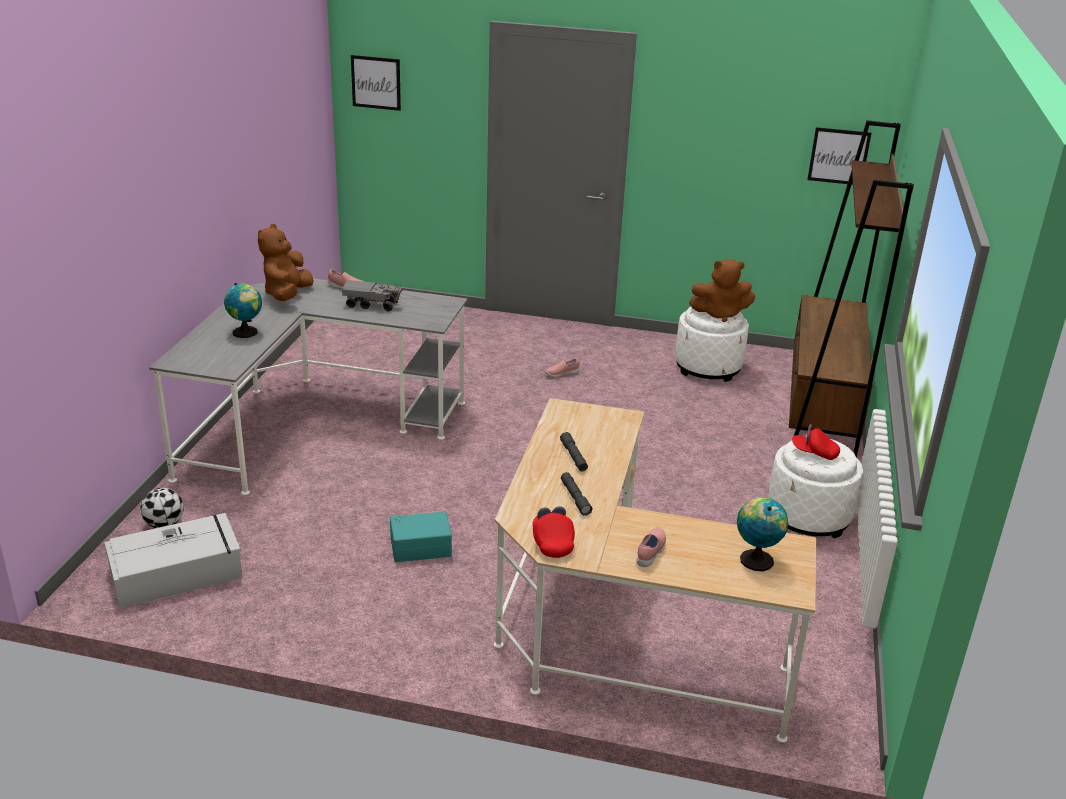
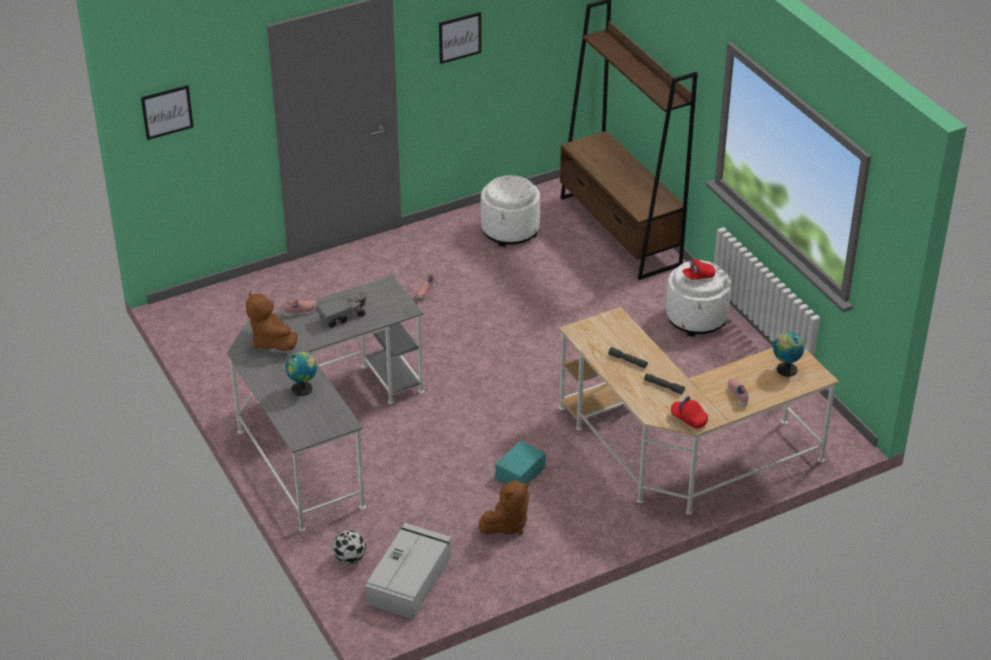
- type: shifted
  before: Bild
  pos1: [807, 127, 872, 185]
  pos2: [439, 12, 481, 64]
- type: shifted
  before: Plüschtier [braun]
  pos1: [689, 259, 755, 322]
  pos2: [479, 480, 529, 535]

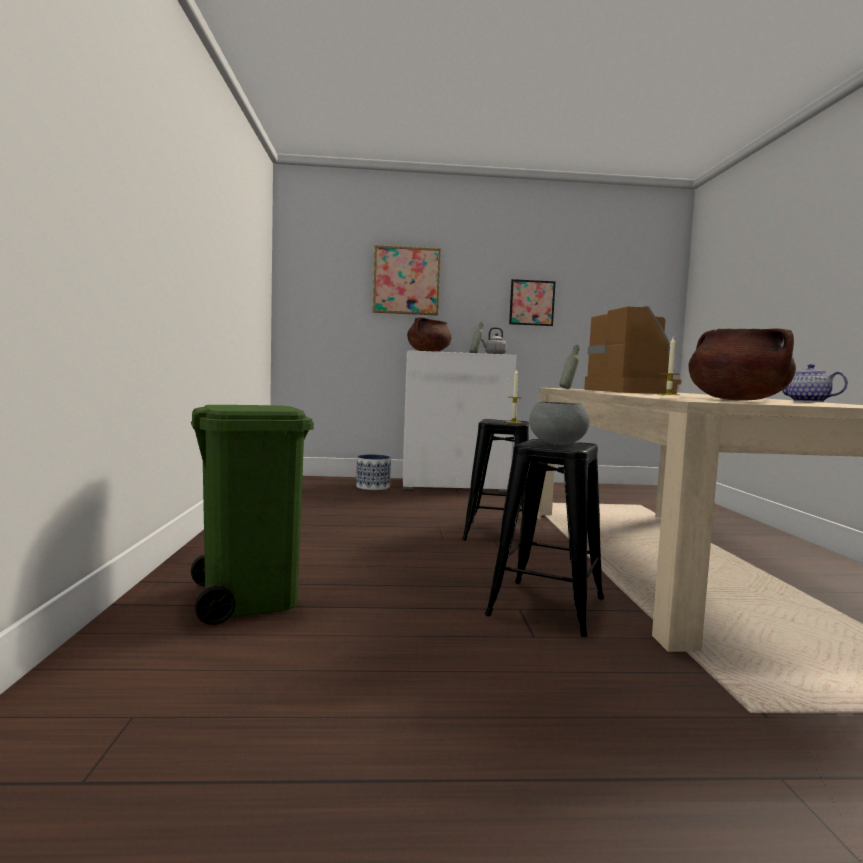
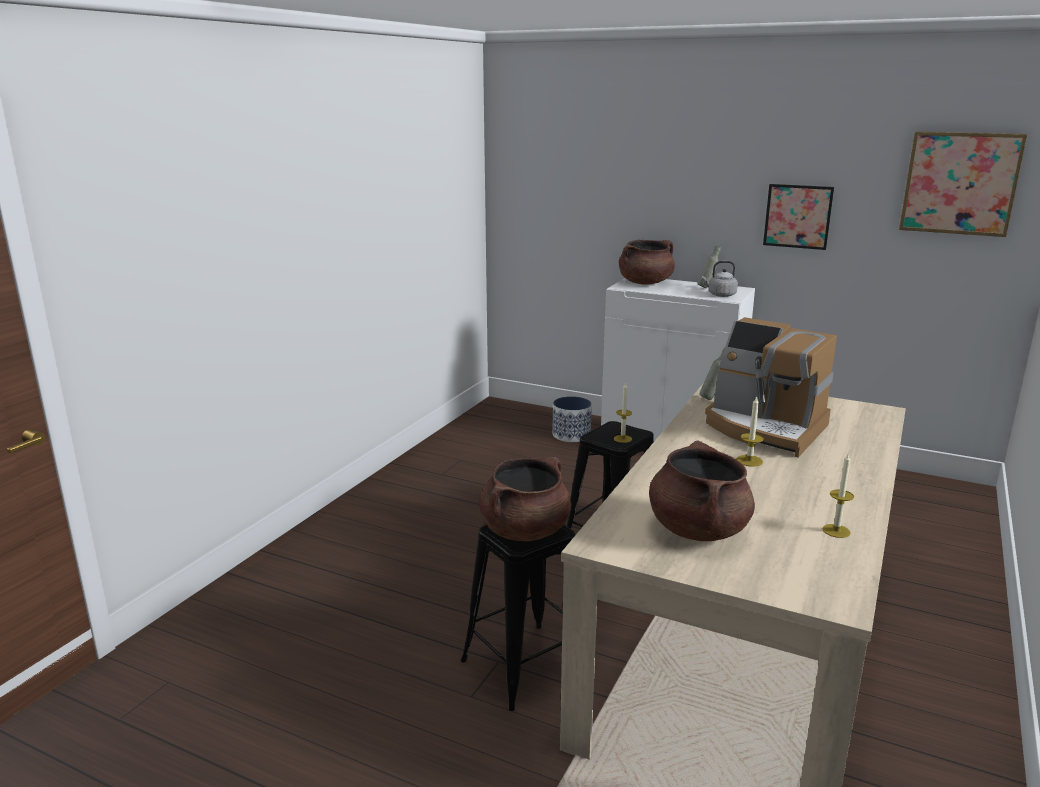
- type: shifted
  before: Bild
  pos1: [373, 245, 441, 315]
  pos2: [899, 131, 1027, 237]
- type: rotated
  before: Kaffeemaschine
  pos1: [584, 306, 682, 394]
  pos2: [705, 317, 837, 458]
  turn: 105
- type: swapped
  before: Teekanne
  after: Kerze
  pos1: [782, 364, 848, 402]
  pos2: [822, 453, 854, 538]
- type: swapped
  before: Schüssel [grau]
  after: Kochtopf [braun]
  pos1: [529, 401, 590, 445]
  pos2: [479, 457, 571, 541]
- type: gone
  before: Mülleimer [grün]
  pos1: [191, 405, 314, 625]

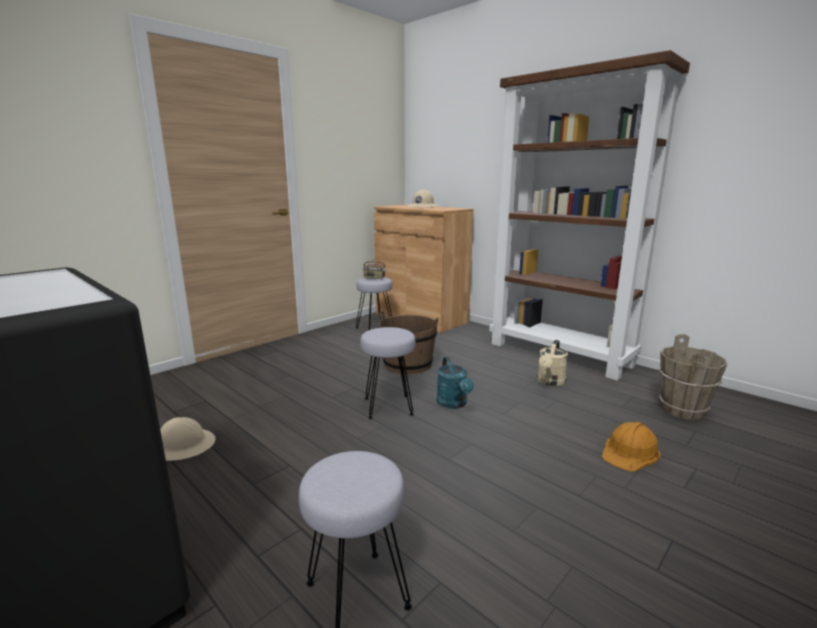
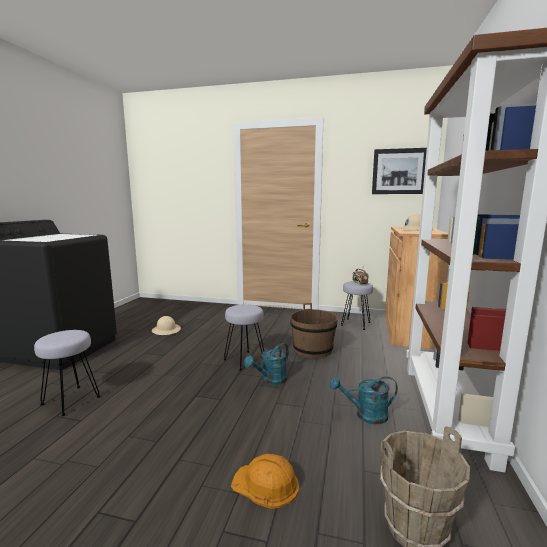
- type: repainted
  before: Gießkanne [beige]
  after: Gießkanne [türkis]
  pos1: [537, 340, 568, 386]
  pos2: [330, 376, 398, 424]
- type: new
  after: Bild
  pos2: [372, 148, 427, 194]

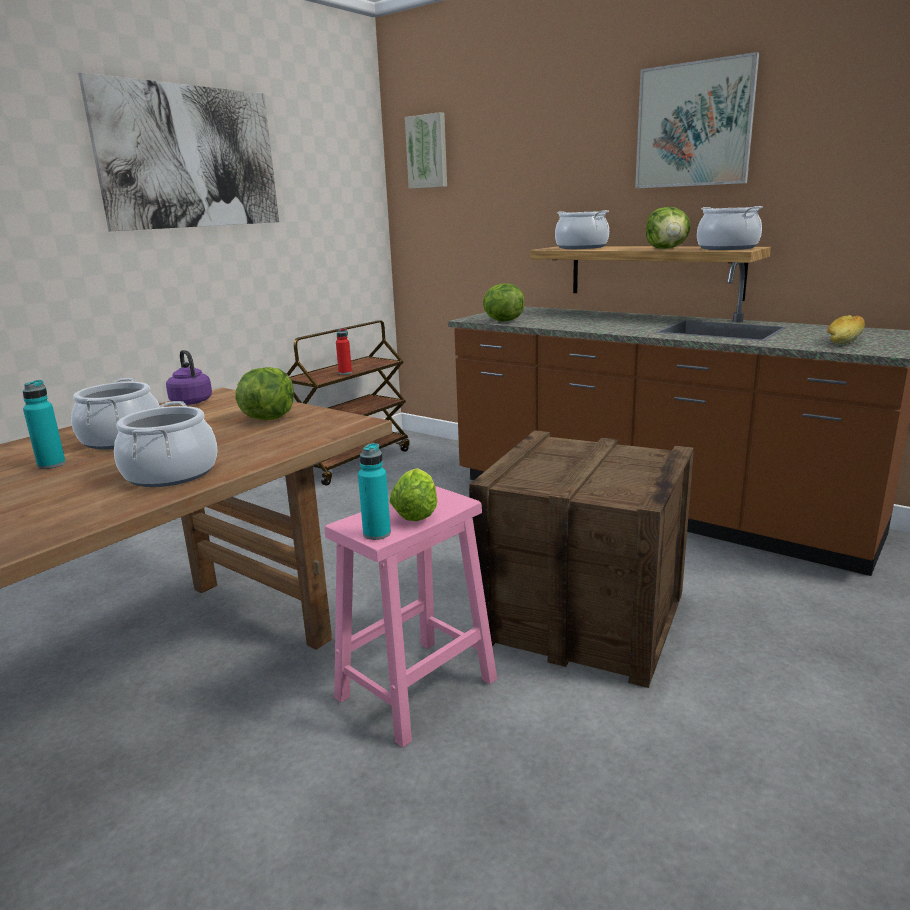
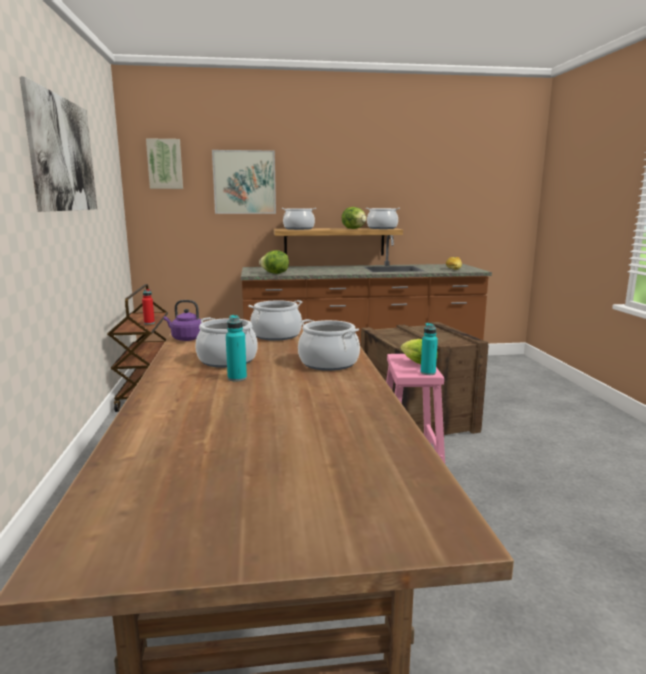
- type: shifted
  before: Bild
  pos1: [635, 52, 759, 188]
  pos2: [212, 150, 276, 214]
- type: swapped
  before: Salatkopf
  after: Kochtopf
  pos1: [235, 367, 294, 420]
  pos2: [248, 300, 303, 341]

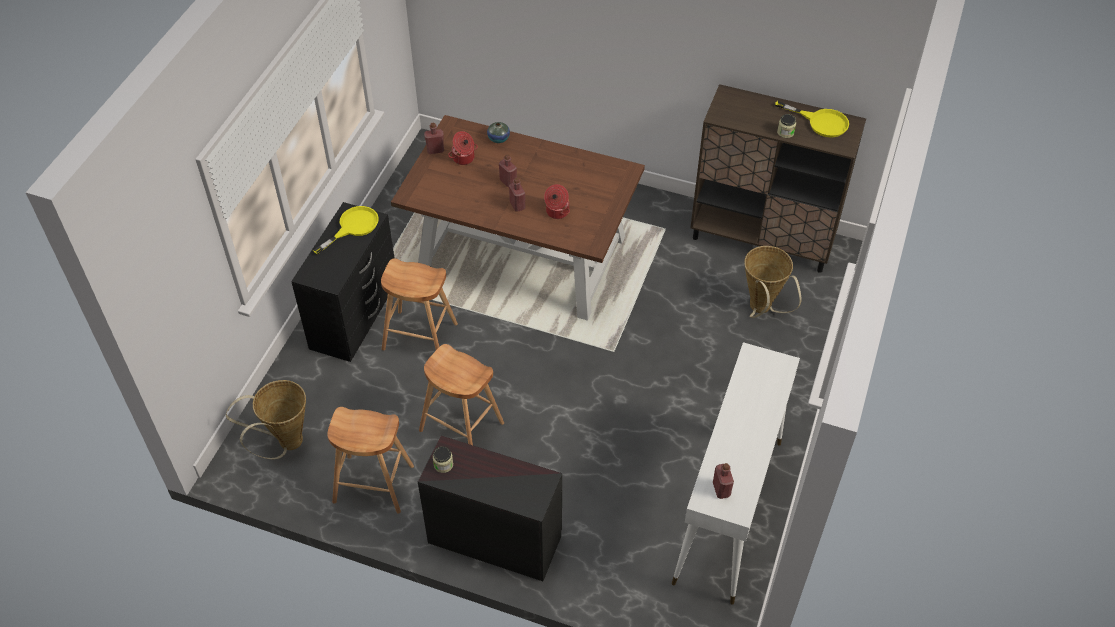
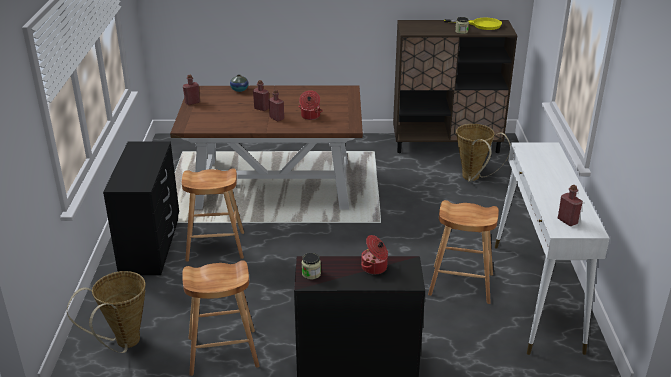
- type: shifted
  before: Kochtopf
  pos1: [448, 131, 478, 165]
  pos2: [361, 235, 388, 274]
- type: gone
  before: Pfanne [gelb]
  pos1: [313, 206, 379, 254]
- type: shifted
  before: Hocker [braun]
  pos1: [419, 344, 504, 445]
  pos2: [428, 200, 499, 304]

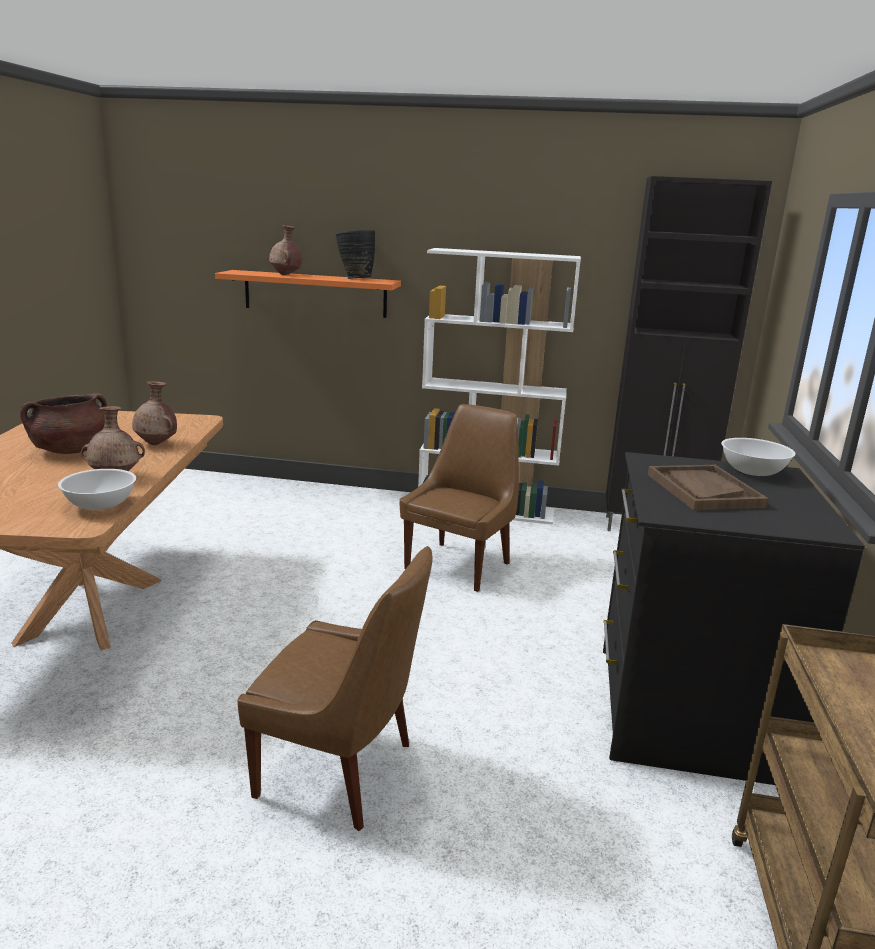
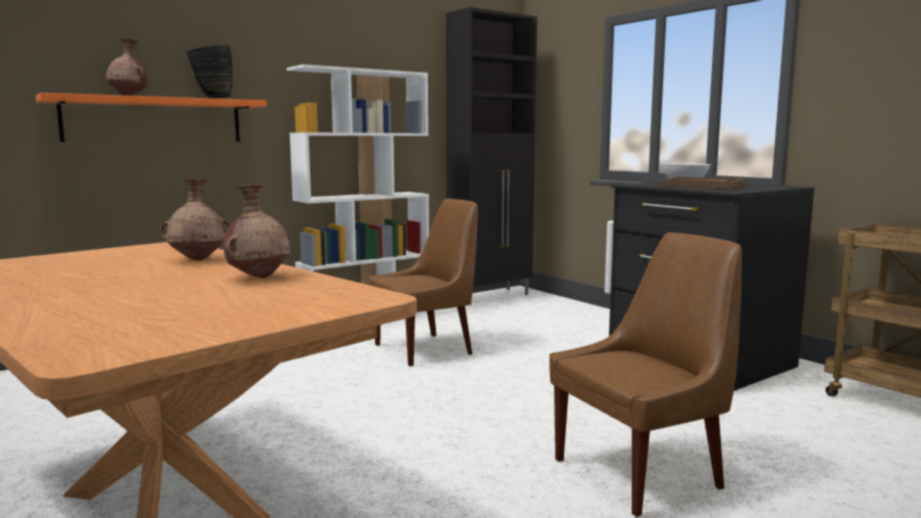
- type: gone
  before: Kochtopf [braun]
  pos1: [20, 393, 107, 454]
- type: rotated
  before: Stuhl [braun]
  pos1: [400, 404, 519, 592]
  pos2: [369, 199, 478, 366]
  turn: 75
- type: gone
  before: Schüssel [weiß]
  pos1: [58, 469, 136, 510]

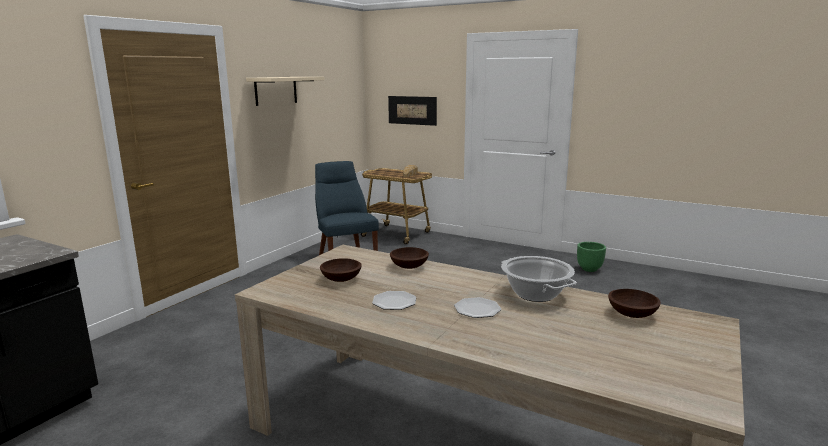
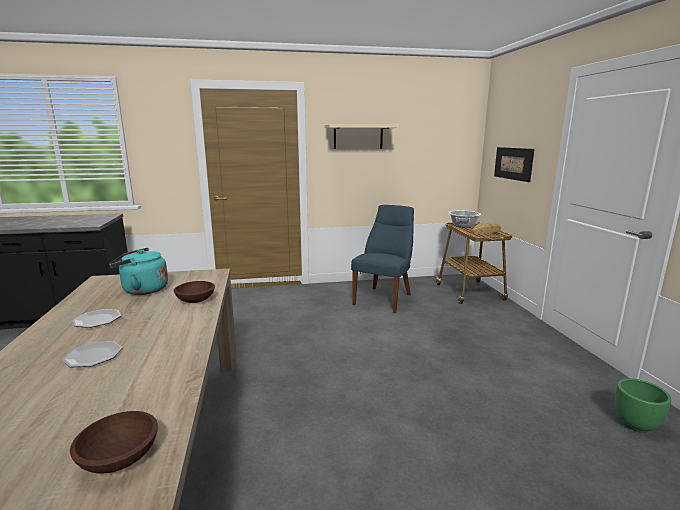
- type: shifted
  before: Kochtopf
  pos1: [501, 256, 577, 302]
  pos2: [448, 211, 481, 228]
- type: swapped
  before: Schüssel [braun]
  after: Wasserkessel [türkis]
  pos1: [320, 258, 362, 282]
  pos2: [109, 248, 168, 295]

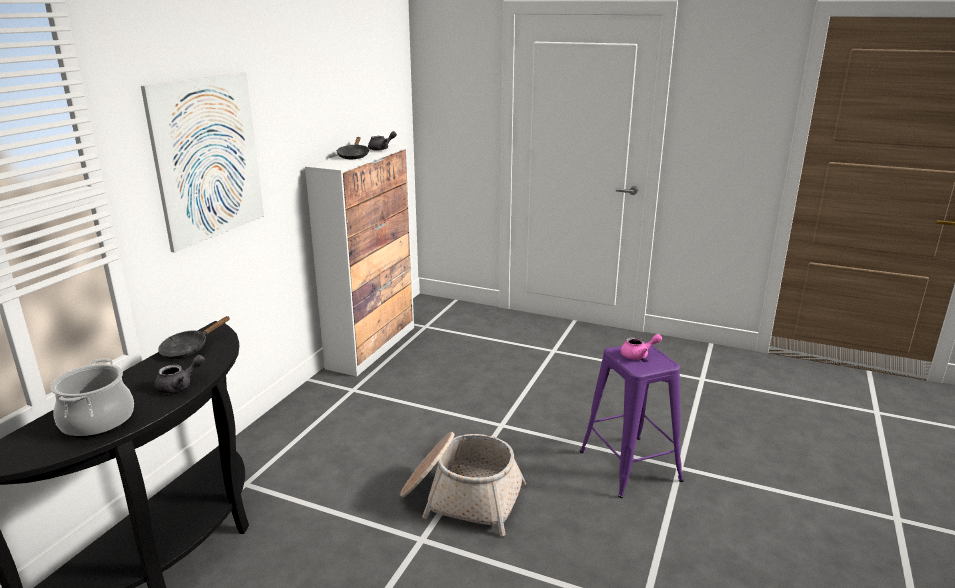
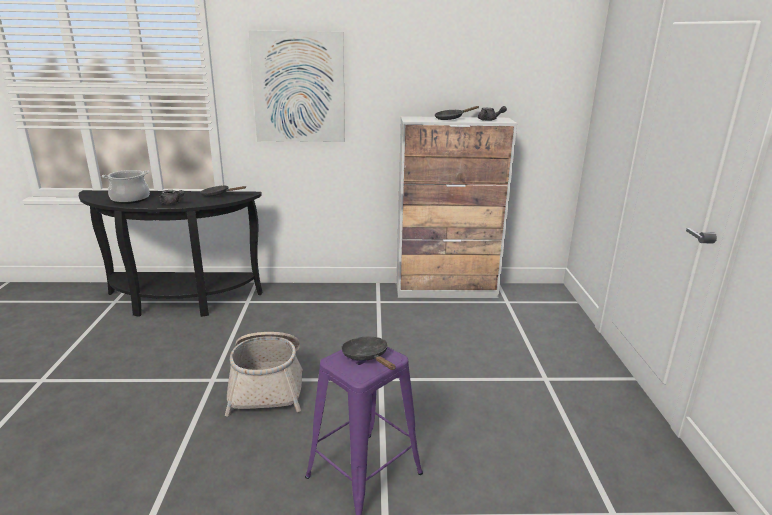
- type: swapped
  before: Teekanne [rosa]
  after: Pfanne [schwarz]
  pos1: [621, 334, 662, 360]
  pos2: [341, 337, 396, 370]

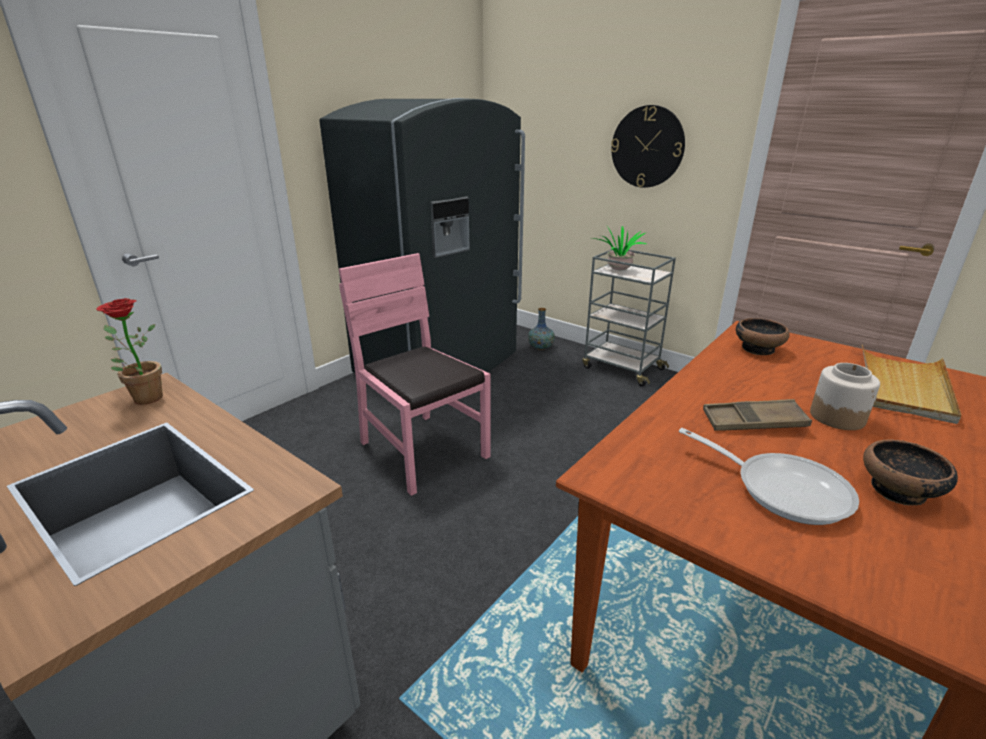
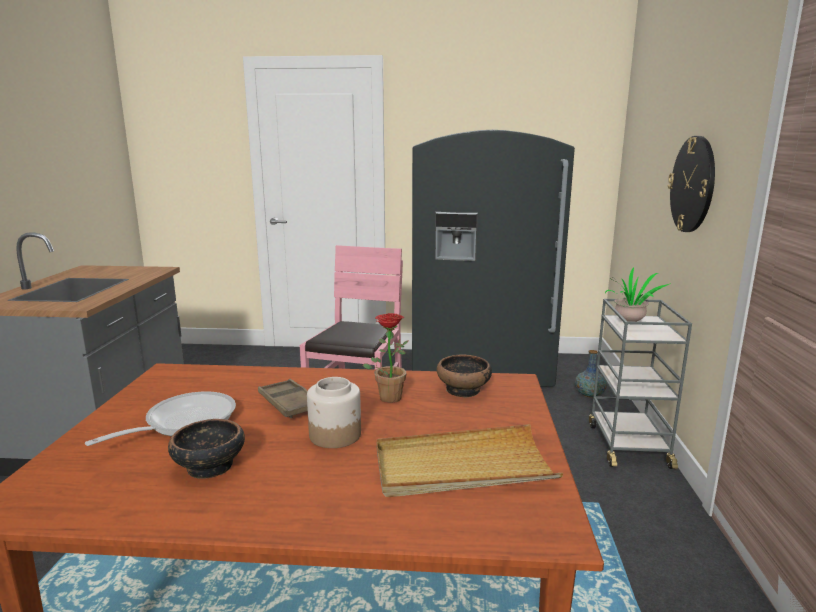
- type: shifted
  before: Topfpflanze
  pos1: [96, 298, 163, 405]
  pos2: [363, 313, 408, 403]
- type: rotated
  before: Pfanne
  pos1: [679, 428, 859, 525]
  pos2: [85, 391, 236, 446]
  turn: -150

